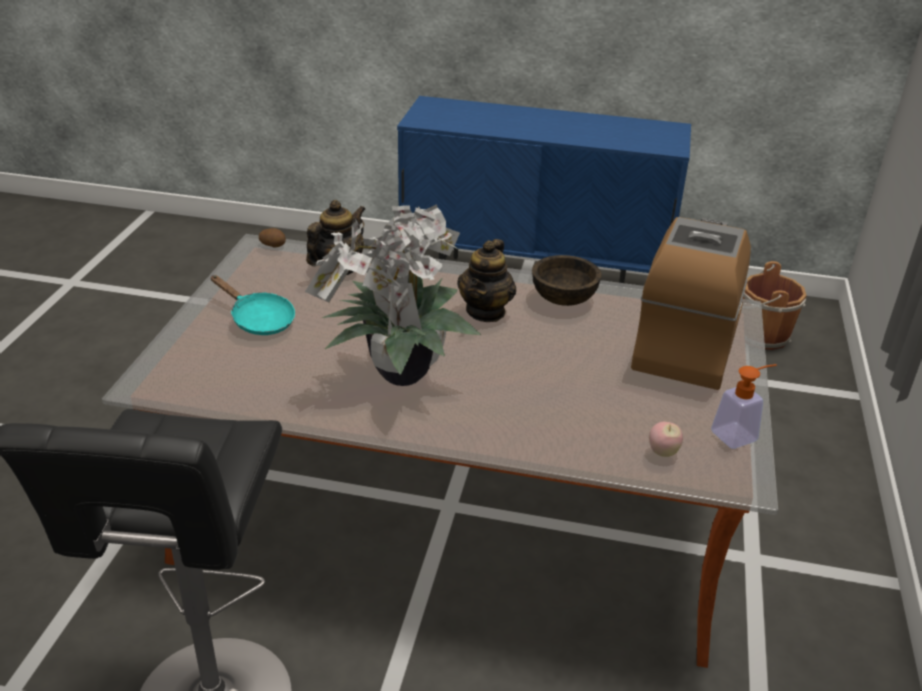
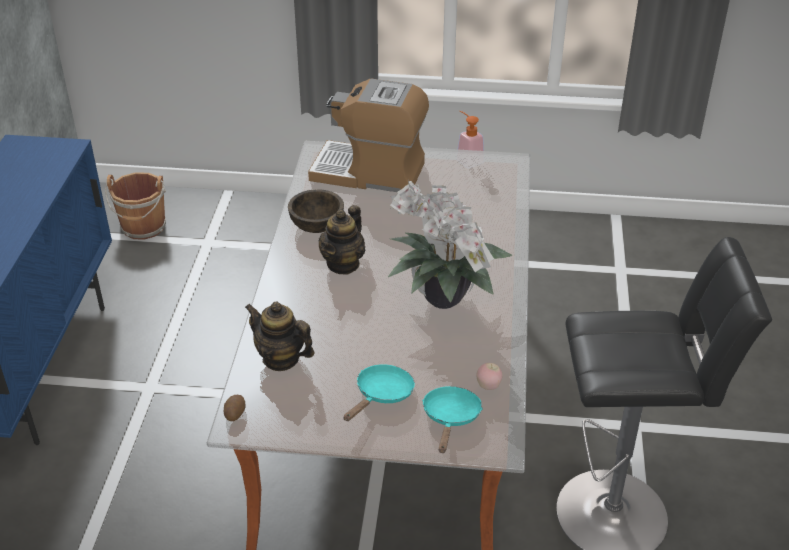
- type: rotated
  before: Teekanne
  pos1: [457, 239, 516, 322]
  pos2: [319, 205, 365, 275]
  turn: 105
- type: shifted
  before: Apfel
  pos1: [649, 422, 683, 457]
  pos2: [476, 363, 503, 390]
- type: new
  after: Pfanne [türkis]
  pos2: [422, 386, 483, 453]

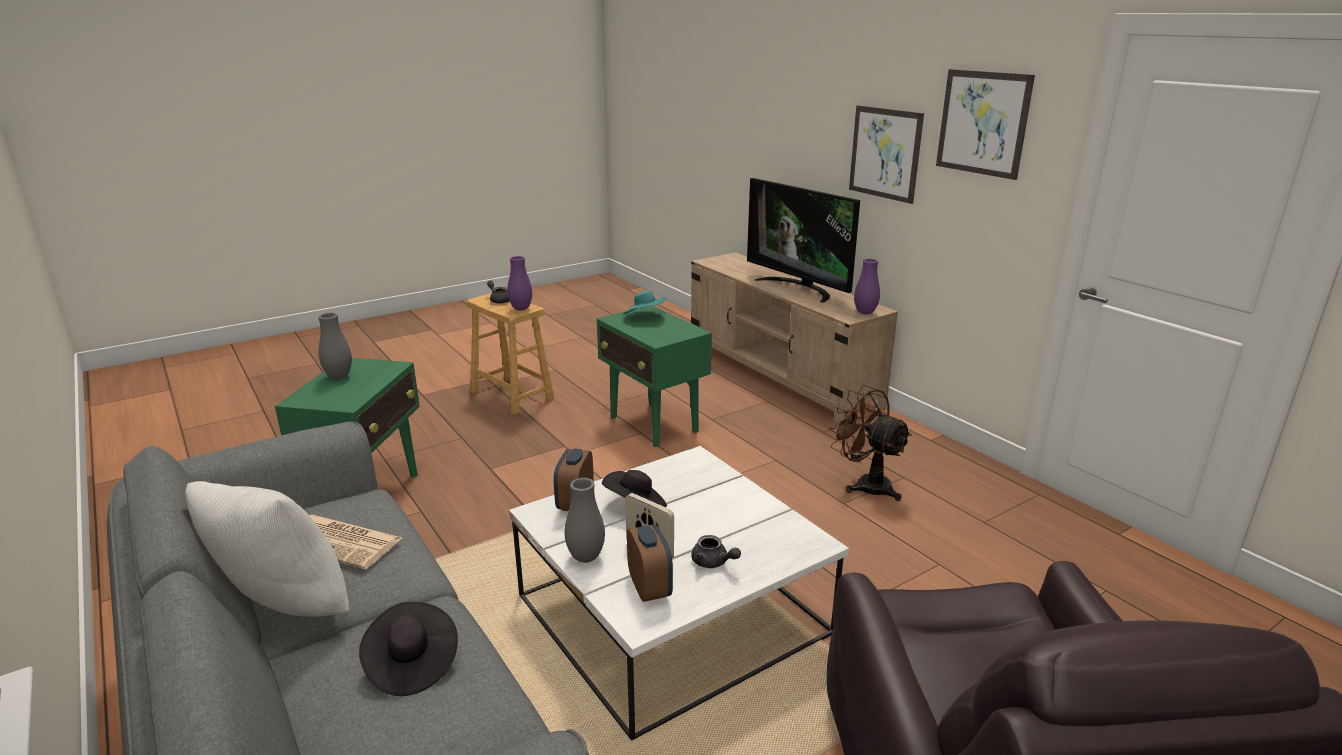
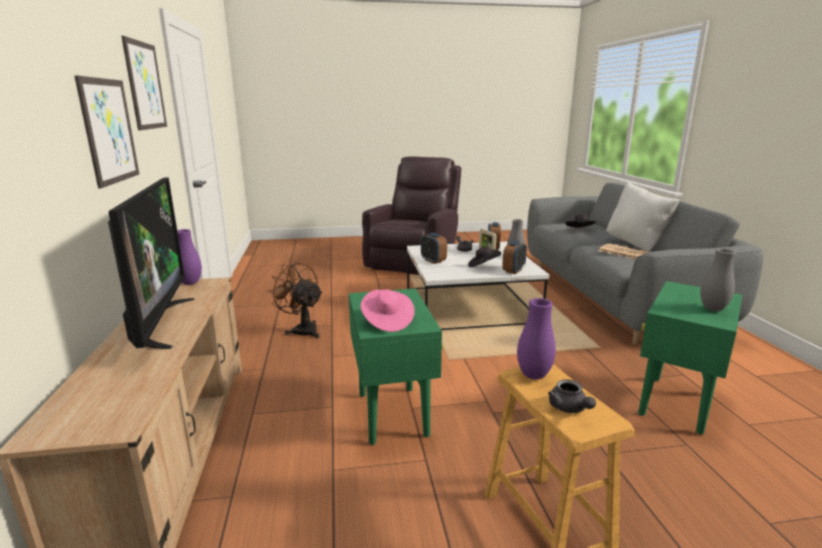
- type: repainted
  before: Hut [türkis]
  after: Hut [rosa]
  pos1: [624, 291, 666, 315]
  pos2: [361, 289, 415, 332]
- type: rotated
  before: Ventilator [braun]
  pos1: [829, 385, 912, 501]
  pos2: [268, 262, 323, 339]
  turn: 150
- type: new
  after: Wecker
  pos2: [421, 233, 447, 264]

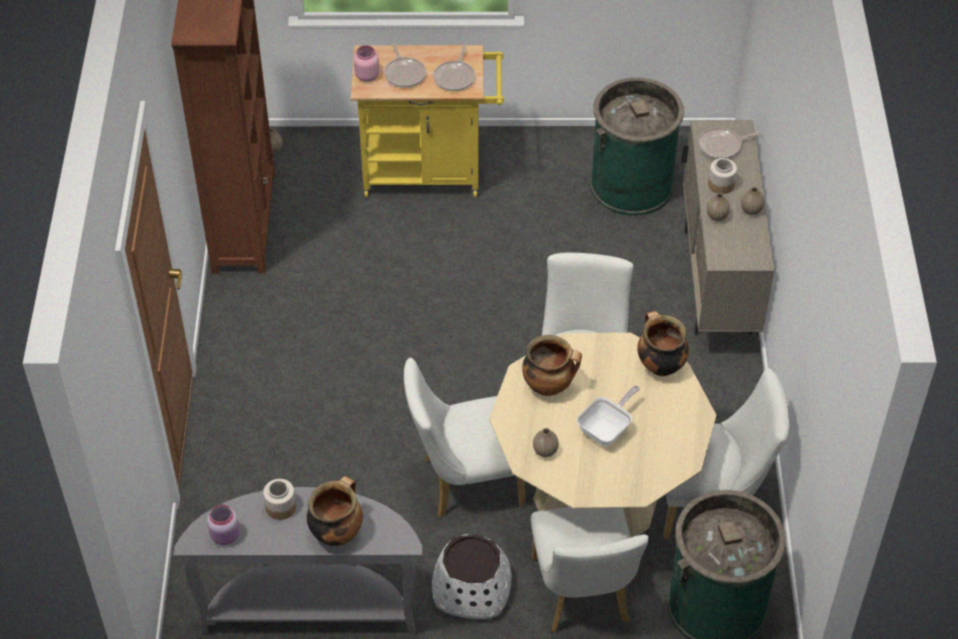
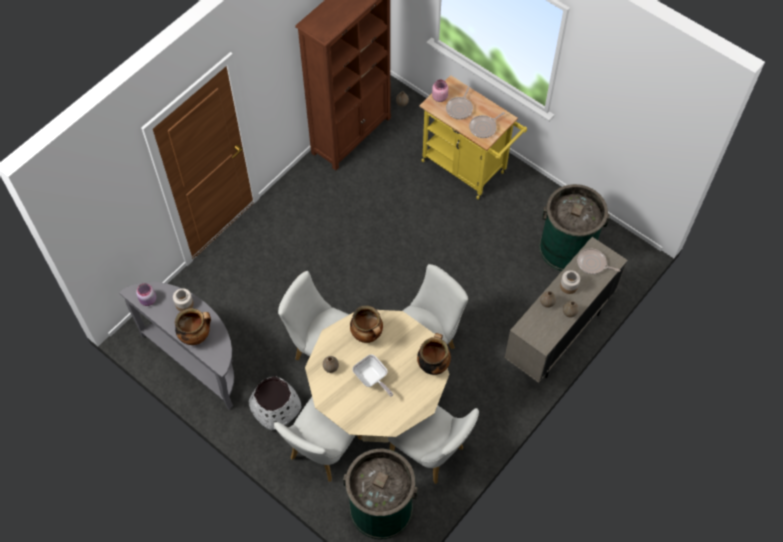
- type: rotated
  before: Pfanne
  pos1: [577, 385, 640, 446]
  pos2: [352, 354, 393, 397]
  turn: 60

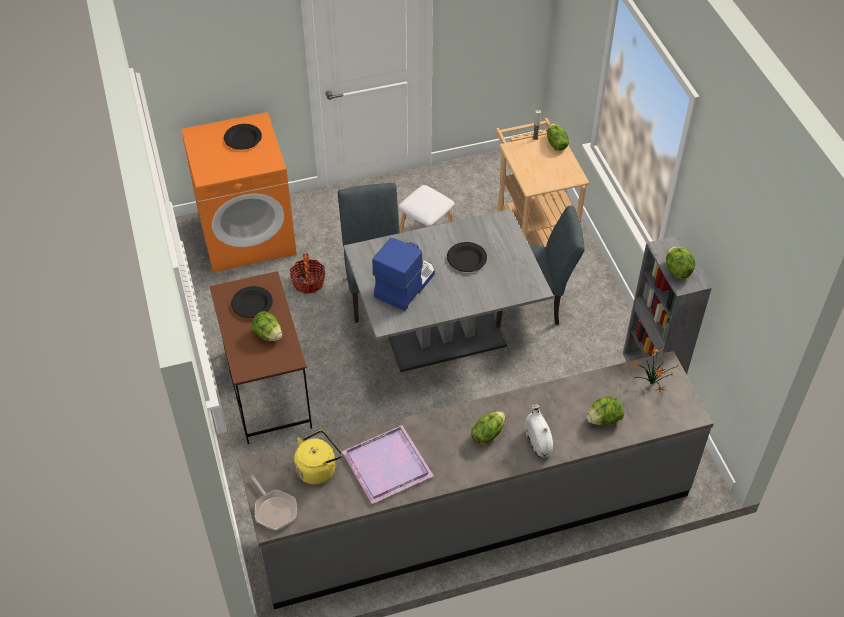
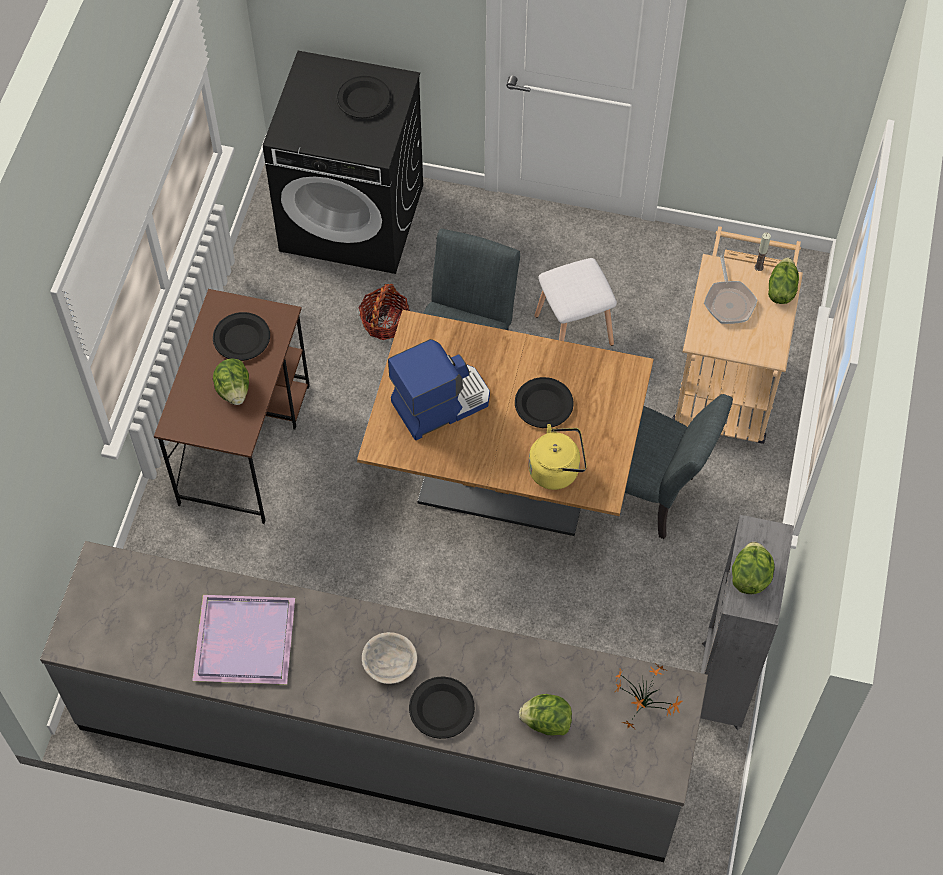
- type: repainted
  before: Waschmaschine [orange]
  after: Waschmaschine [schwarz]
  pos1: [181, 112, 297, 272]
  pos2: [263, 51, 423, 274]
- type: repainted
  before: Esstisch [grau]
  after: Esstisch [braun]
  pos1: [344, 209, 554, 372]
  pos2: [357, 310, 654, 536]
- type: swapped
  before: Vase [weiß]
  after: Teller [schwarz]
  pos1: [525, 405, 553, 458]
  pos2: [409, 677, 475, 739]
- type: swapped
  before: Salatkopf
  after: Schüssel [beige]
  pos1: [471, 411, 505, 444]
  pos2: [362, 632, 417, 684]
- type: shifted
  before: Wasserkessel [gelb]
  pos1: [294, 430, 342, 485]
  pos2: [528, 424, 587, 490]
- type: shifted
  before: Pfanne
  pos1: [251, 475, 297, 530]
  pos2: [704, 255, 758, 324]

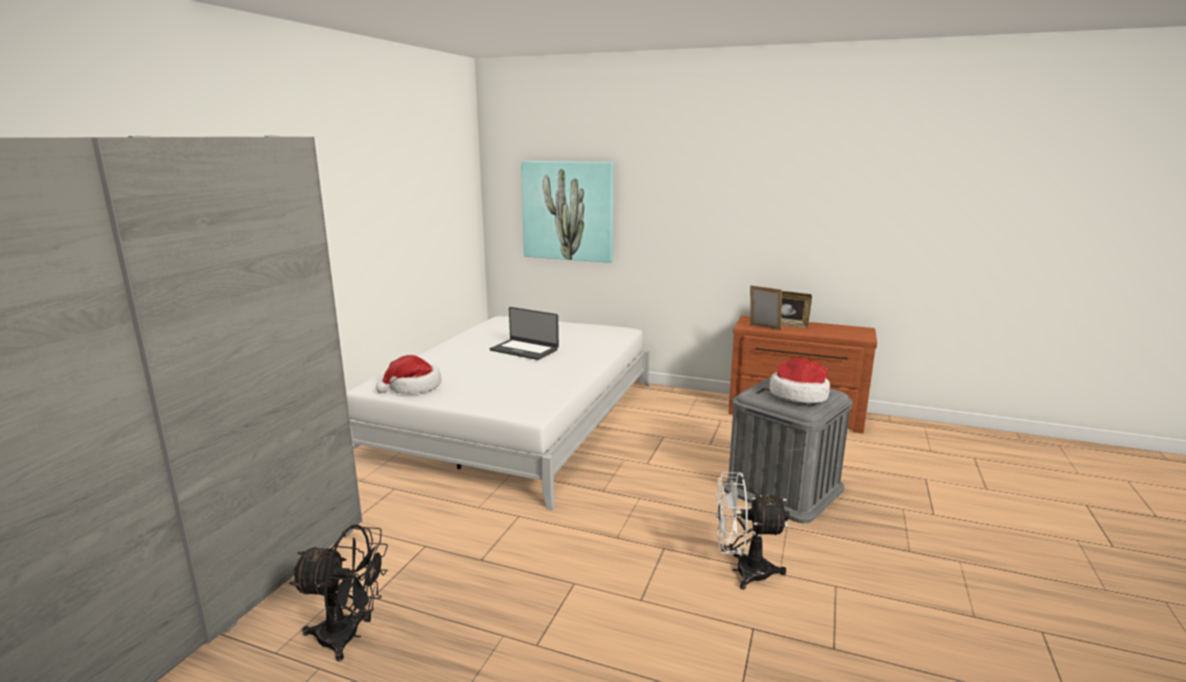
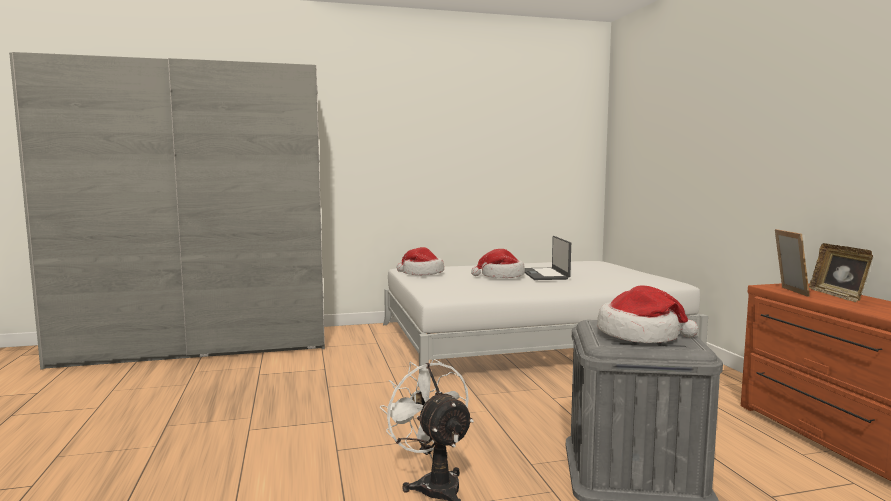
- type: gone
  before: Bild
  pos1: [521, 161, 613, 263]
- type: gone
  before: Ventilator [schwarz]
  pos1: [290, 524, 388, 661]
- type: new
  after: Hut
  pos2: [471, 249, 525, 278]

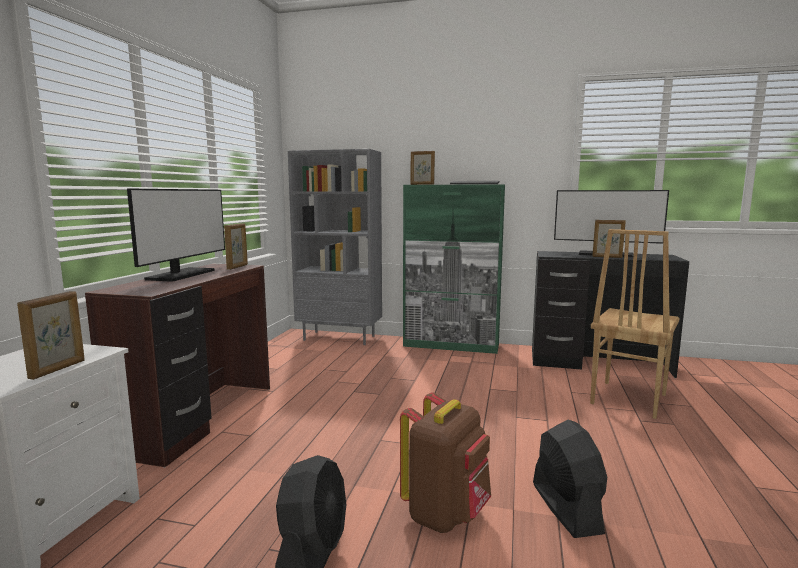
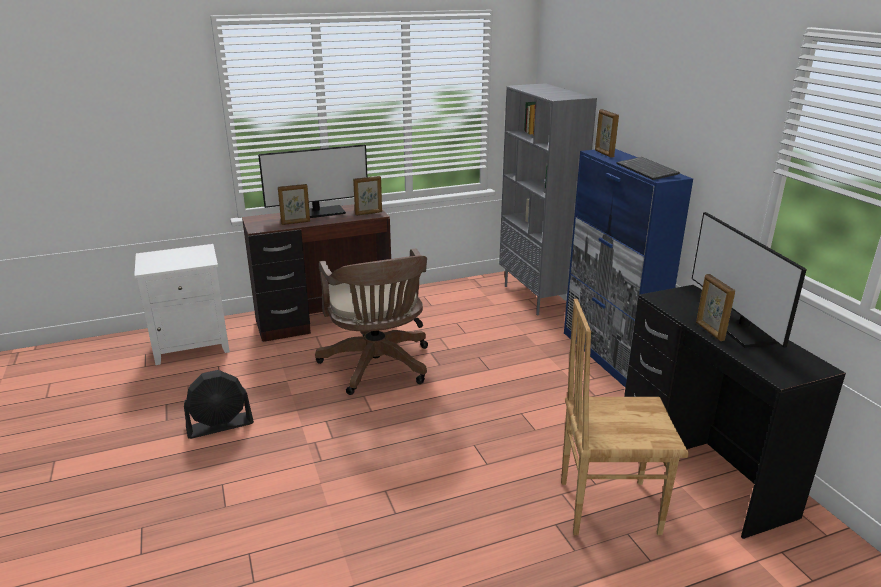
- type: repainted
  before: Schrank [grün]
  after: Schrank [blau]
  pos1: [403, 184, 505, 354]
  pos2: [564, 149, 693, 387]
- type: shifted
  before: Bilderrahmen
  pos1: [17, 291, 85, 380]
  pos2: [278, 184, 310, 225]
- type: gone
  before: Rucksack [braun]
  pos1: [400, 392, 491, 533]
- type: gone
  before: Ventilator [schwarz]
  pos1: [533, 420, 607, 538]
- type: new
  after: Bürostuhl [braun]
  pos2: [315, 248, 428, 395]

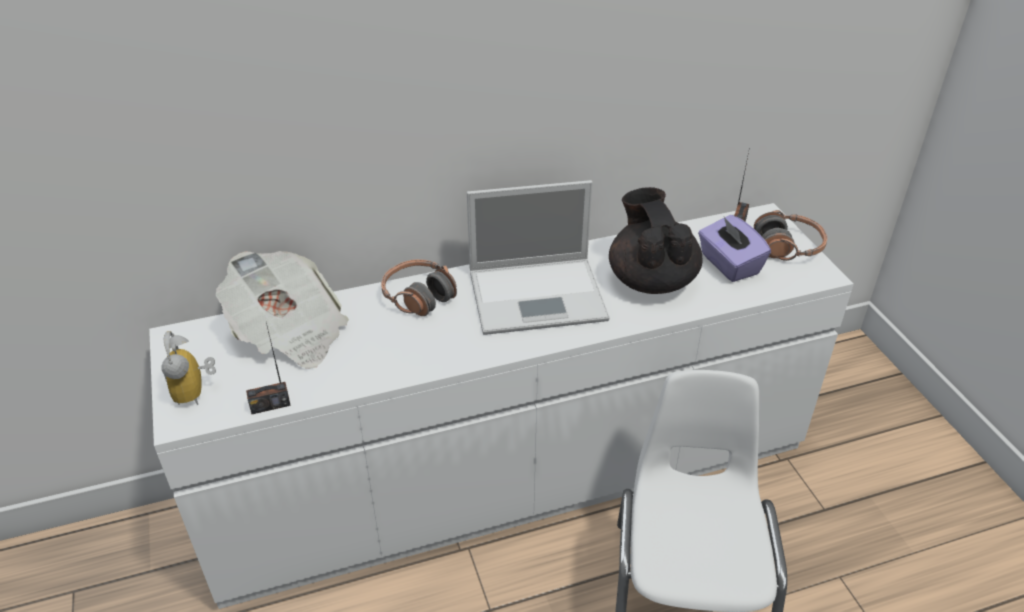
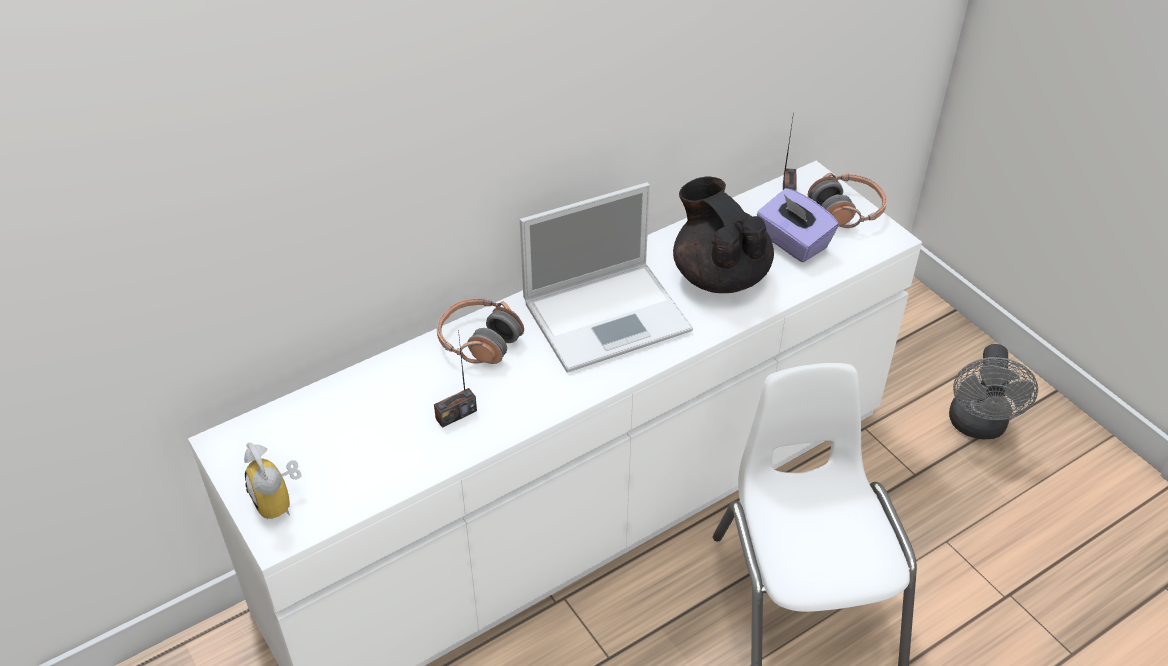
- type: gone
  before: Zeitung
  pos1: [216, 251, 349, 369]
- type: shifted
  before: Radio
  pos1: [246, 322, 291, 414]
  pos2: [434, 330, 477, 428]
- type: new
  after: Ventilator [grau]
  pos2: [949, 344, 1038, 439]

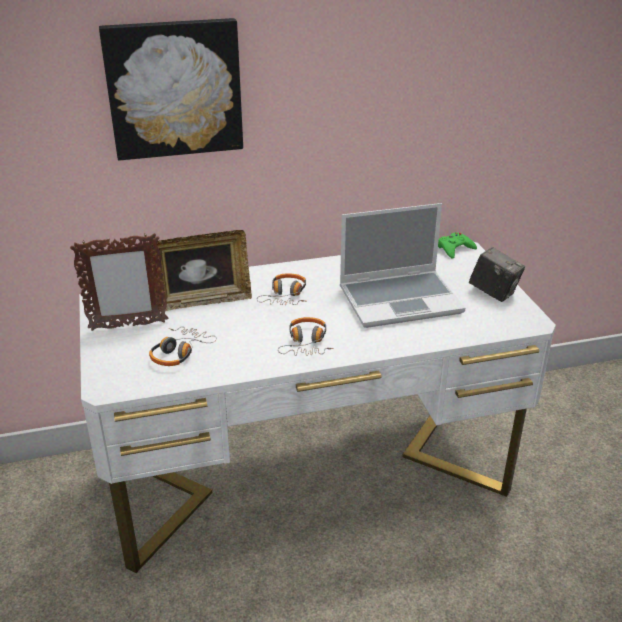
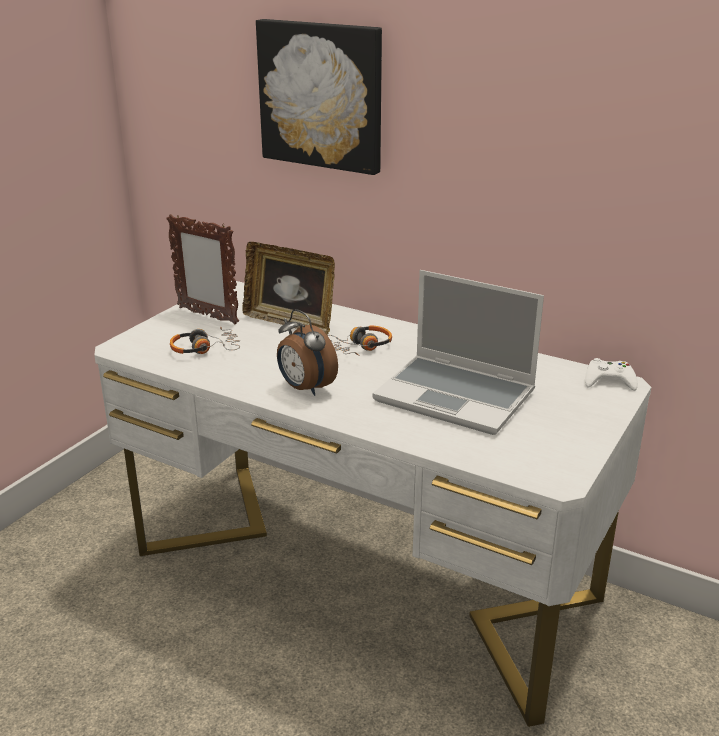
- type: repainted
  before: Gamepad [grün]
  after: Gamepad [weiß]
  pos1: [438, 232, 477, 259]
  pos2: [585, 358, 638, 391]
- type: gone
  before: Kamera
  pos1: [469, 247, 525, 302]
- type: swapped
  before: Kopfhörer
  after: Wecker
  pos1: [278, 317, 334, 356]
  pos2: [277, 309, 338, 396]

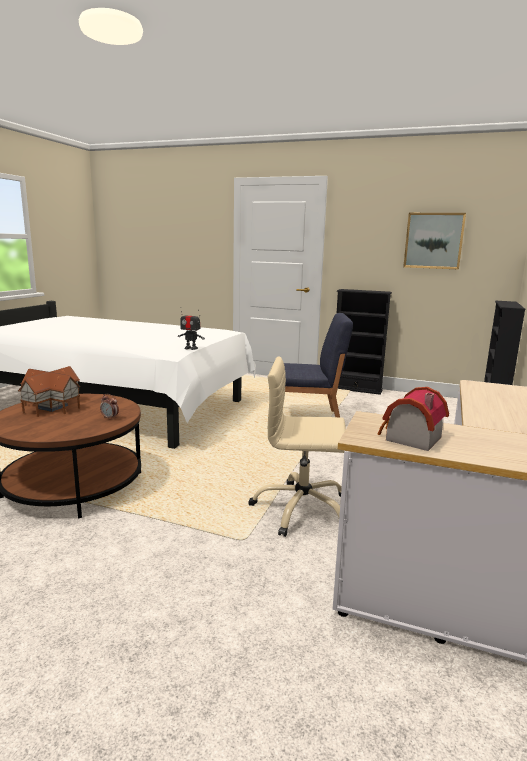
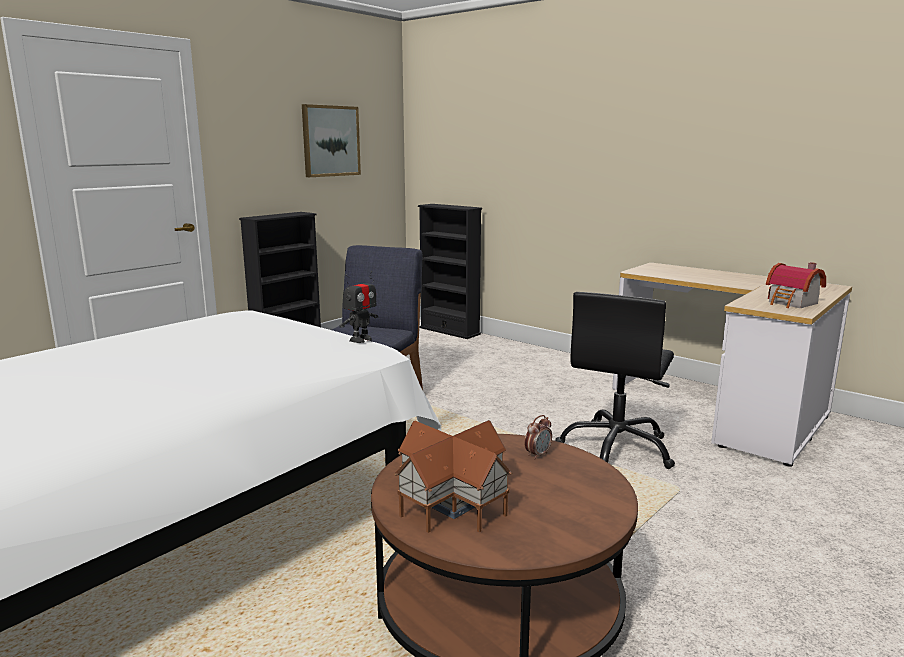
- type: repainted
  before: Bürostuhl [beige]
  after: Bürostuhl [schwarz]
  pos1: [248, 356, 346, 537]
  pos2: [555, 292, 675, 469]

